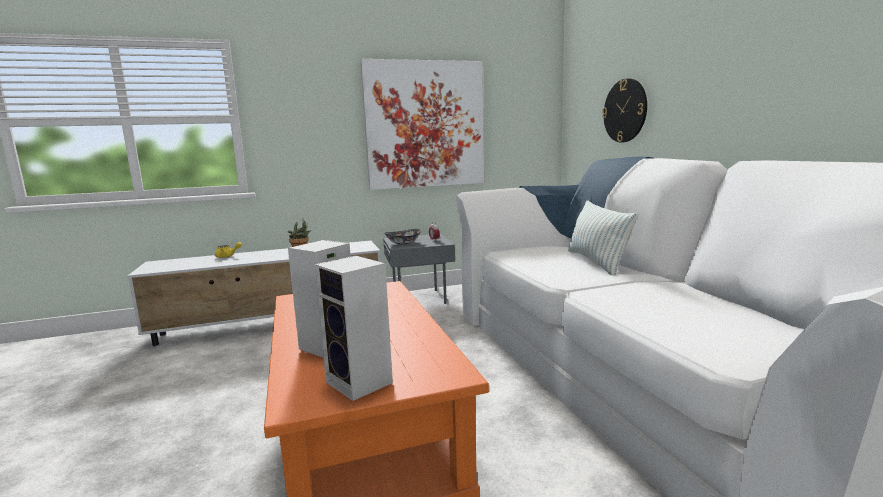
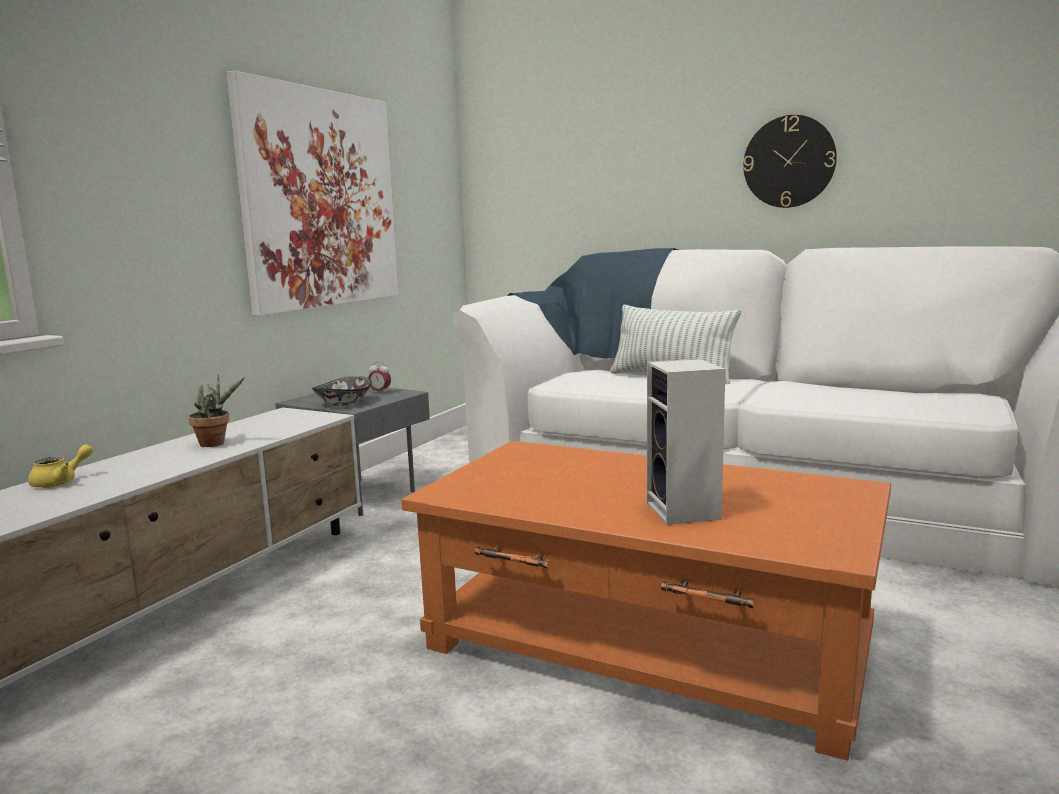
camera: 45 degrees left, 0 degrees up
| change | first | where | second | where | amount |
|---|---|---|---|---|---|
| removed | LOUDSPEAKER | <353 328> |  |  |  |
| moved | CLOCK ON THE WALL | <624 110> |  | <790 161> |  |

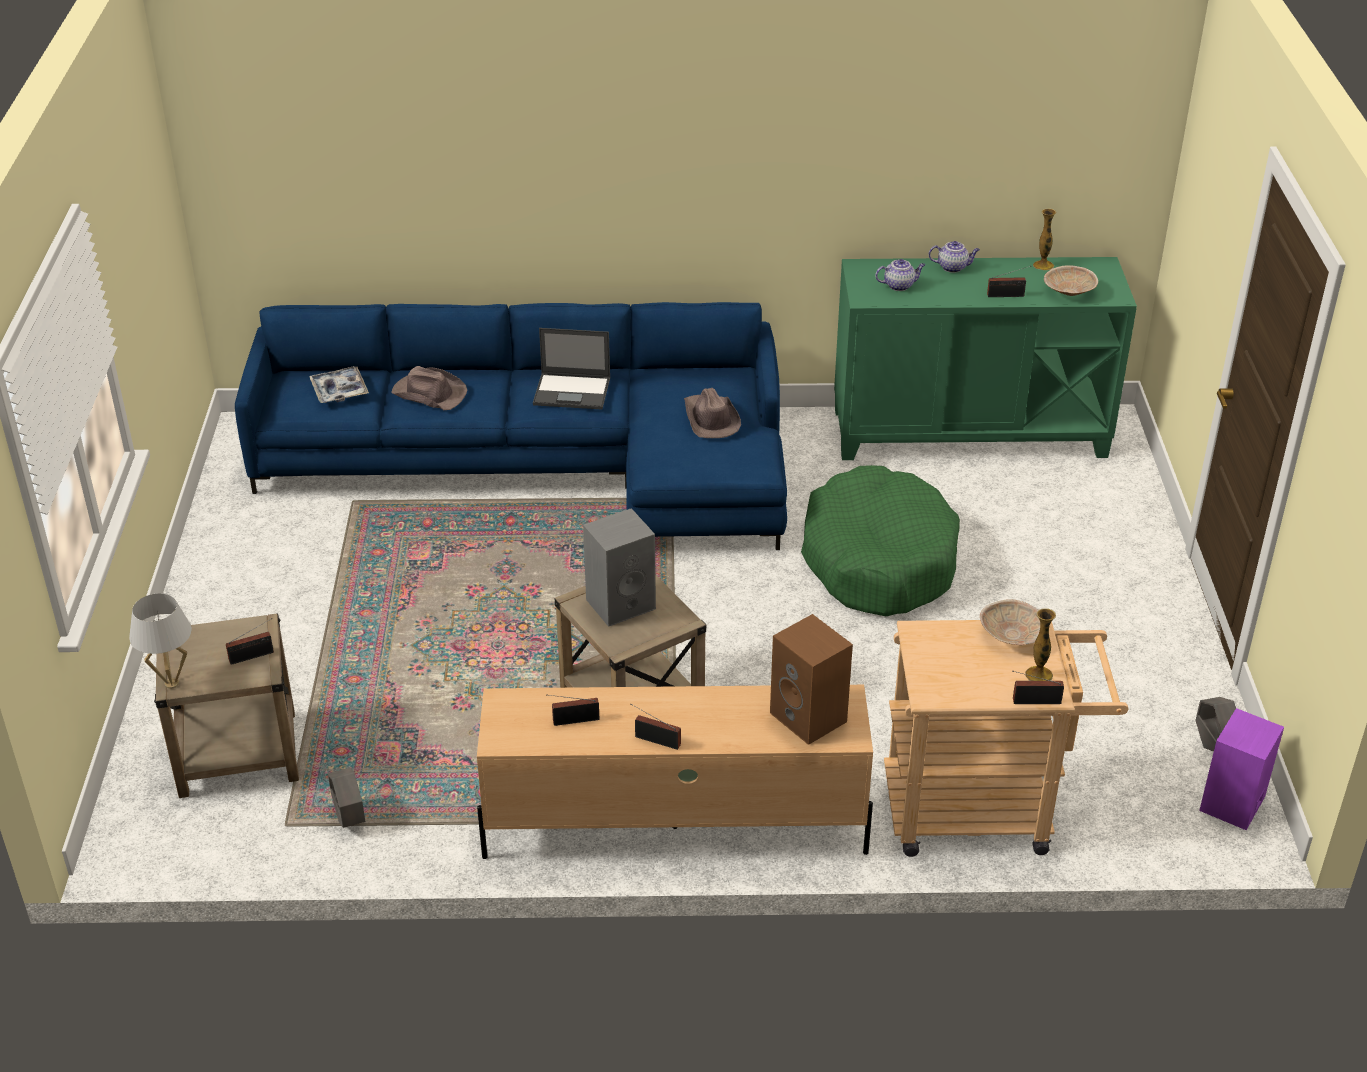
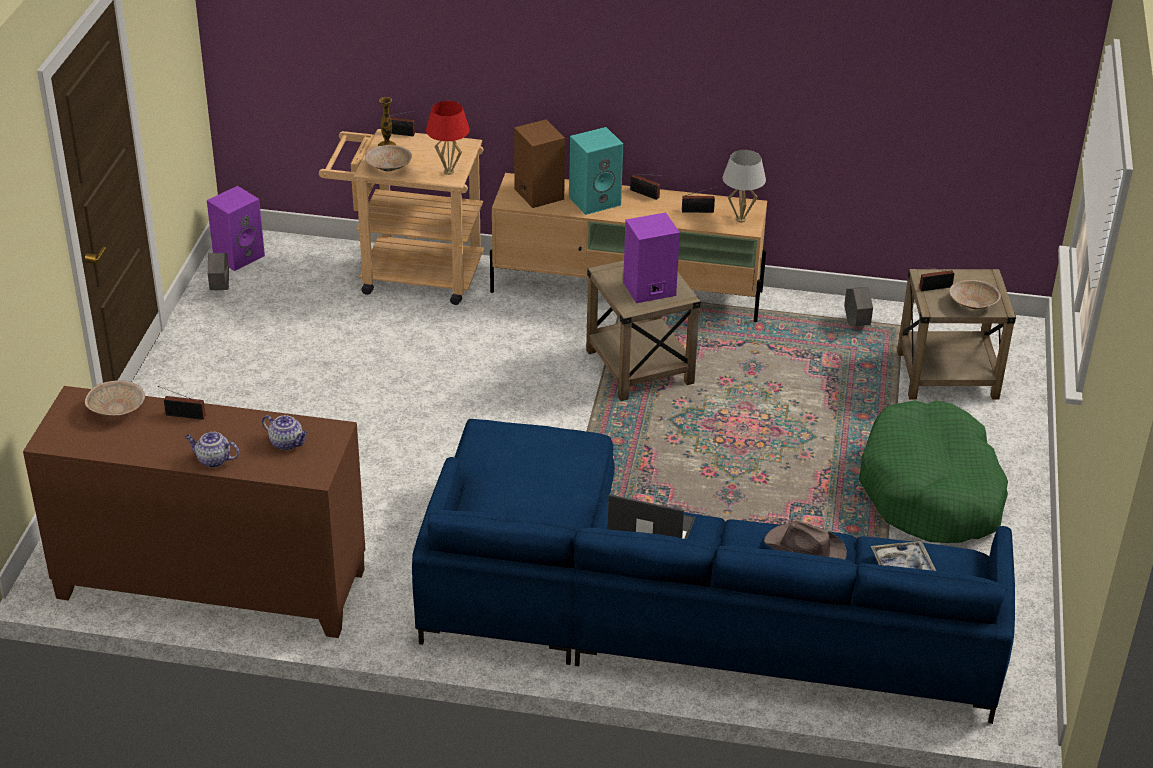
camera: 170 degrees left, 0 degrees up
| change | first | where | second | where | amount |
|---|---|---|---|---|---|
| moved | WHITISH TABLETOP LAMP | <160 641> |  | <744 186> |  |
| recoloured | GREY LOUDSPEAKER | <619 567> | PURPLISH LOUDSPEAKER | <651 257> |  |
| removed | BROWN CLOTHING HAT | <712 413> |  |  |  |
| moved | GREEN-COLOURED PET BED | <880 540> |  | <933 471> |  |
| recoloured | GREEN-COLOURED CABINET | <985 358> | BROWN CABINET | <194 512> |  |
| turned | TEA POT | <900 275> |  | <285 432> | 150 degrees counterclockwise |
| removed | DECORATIVE VASE | <1044 239> |  |  |  |
| added |  |  | RED TABLETOP LAMP | <448 138> |  |
| added |  |  | BLUE-GREEN LOUDSPEAKER | <596 171> |  |
| added |  |  | BEIGE-COLOURED BOWL | <975 294> |  |

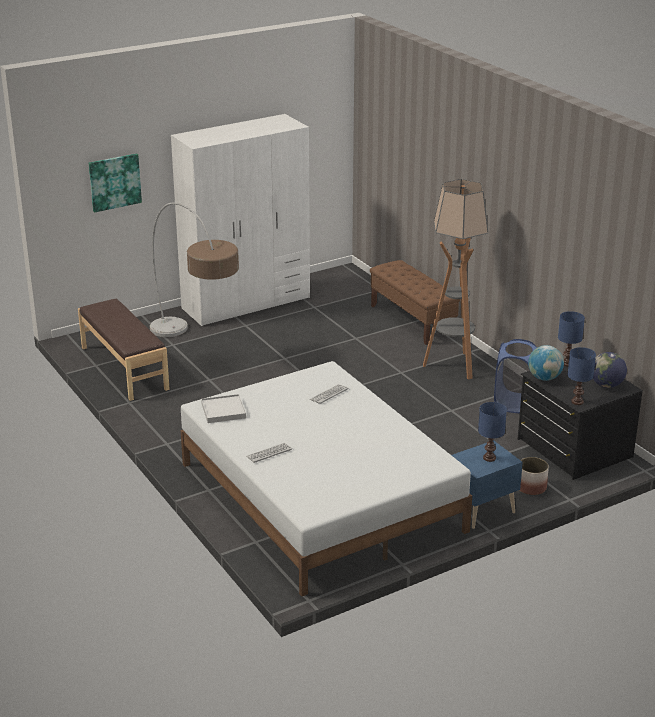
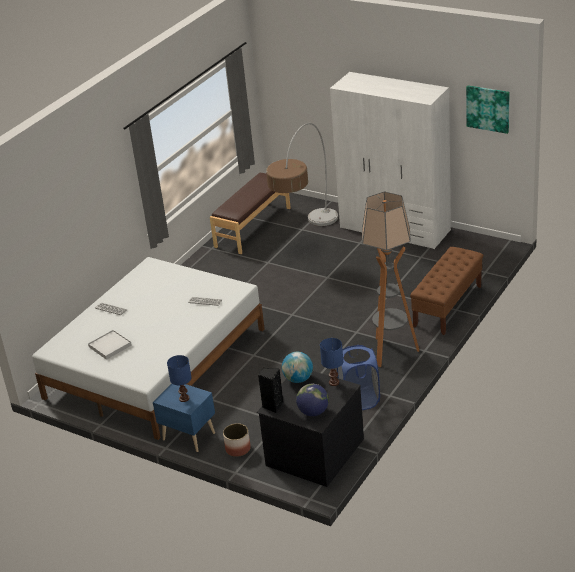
camera: 65 degrees right, 5 degrees up
| change | first | where | second | where | amount |
|---|---|---|---|---|---|
| moved | WALL PICTURE | <115 183> |  | <488 109> |  |
| moved | WHITISH SERVING TRAY | <223 408> |  | <110 345> |  |
| replaced | BLUE TABLETOP LAMP | <581 376> | BLACKISH LOUDSPEAKER | <270 390> |  |

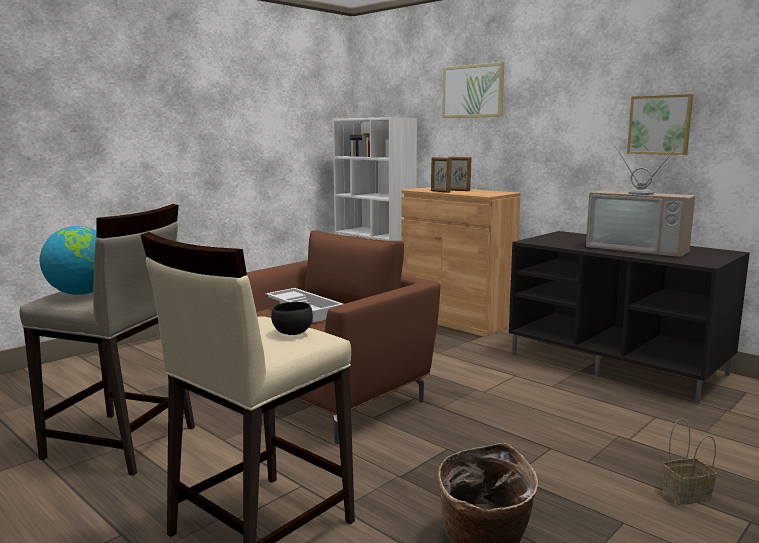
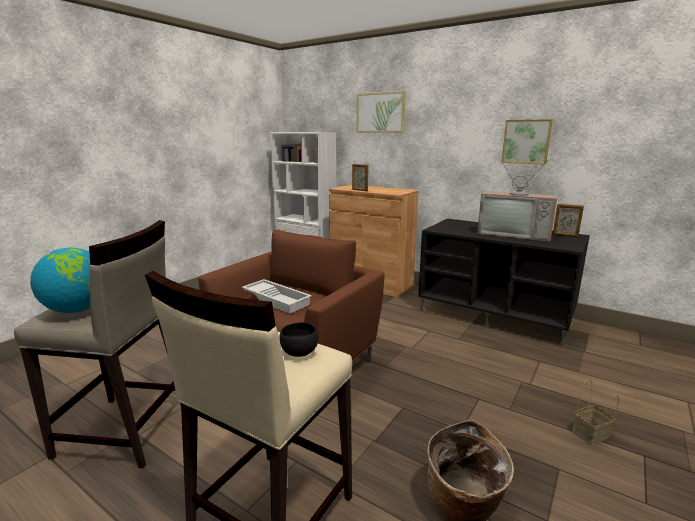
camera: 10 degrees left, 5 degrees up
| change | first | where | second | where | amount |
|---|---|---|---|---|---|
| moved | STANDING FRAME | <459 174> |  | <568 220> |  |

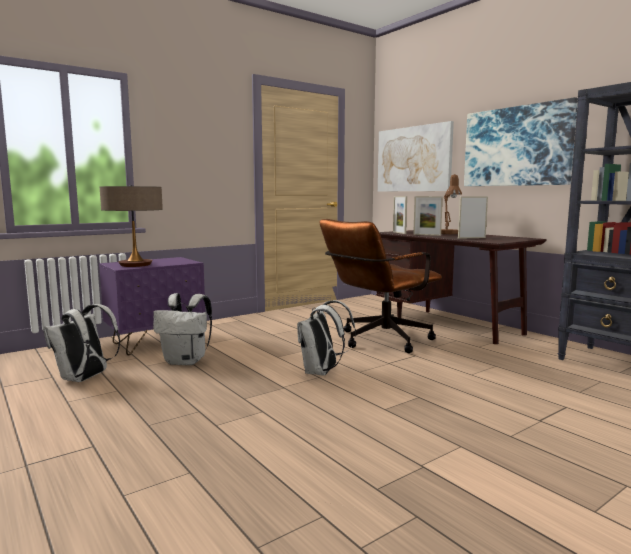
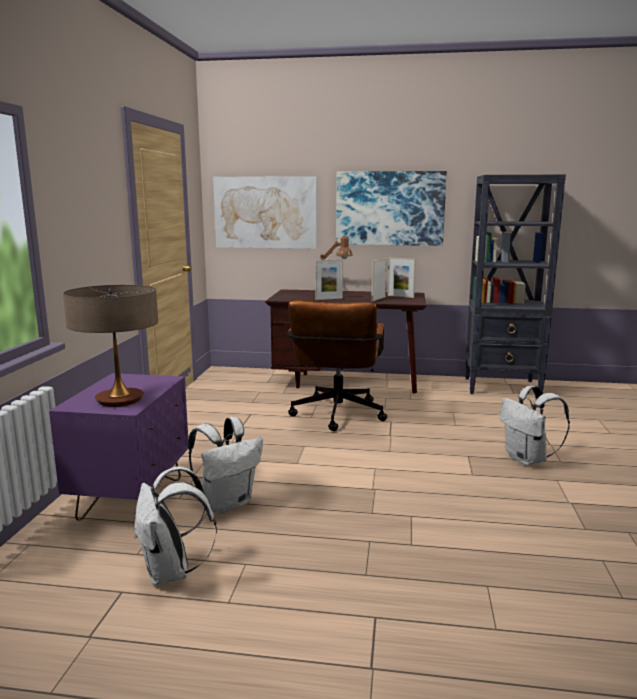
camera: 45 degrees left, 5 degrees up
| change | first | where | second | where | amount |
|---|---|---|---|---|---|
| moved | WHITISH BACKPACK | <326 338> |  | <535 425> |  |
| moved | STANDING FRAME | <400 215> |  | <401 277> |  |

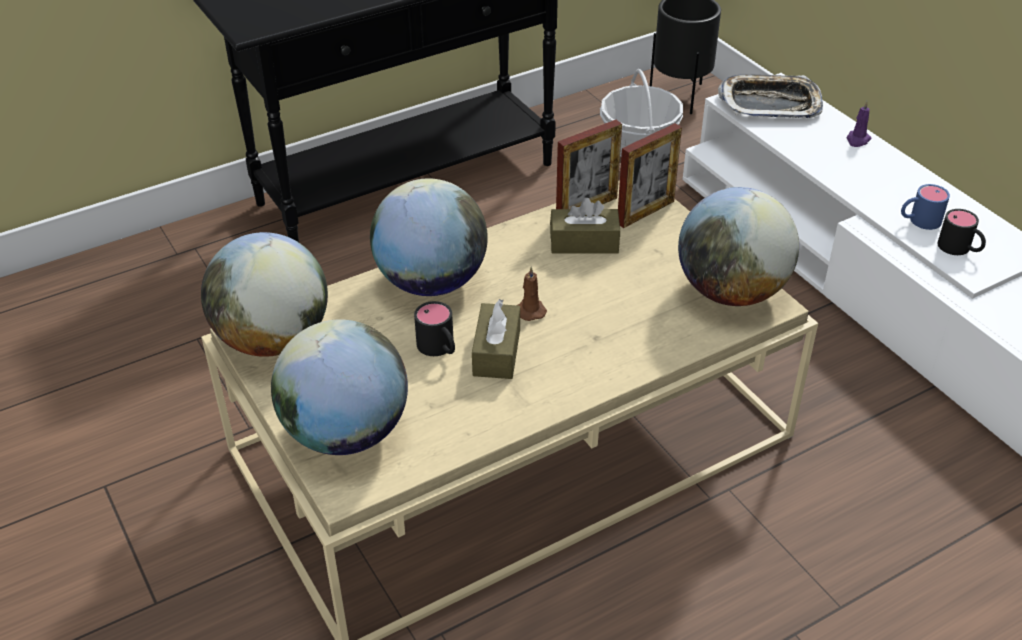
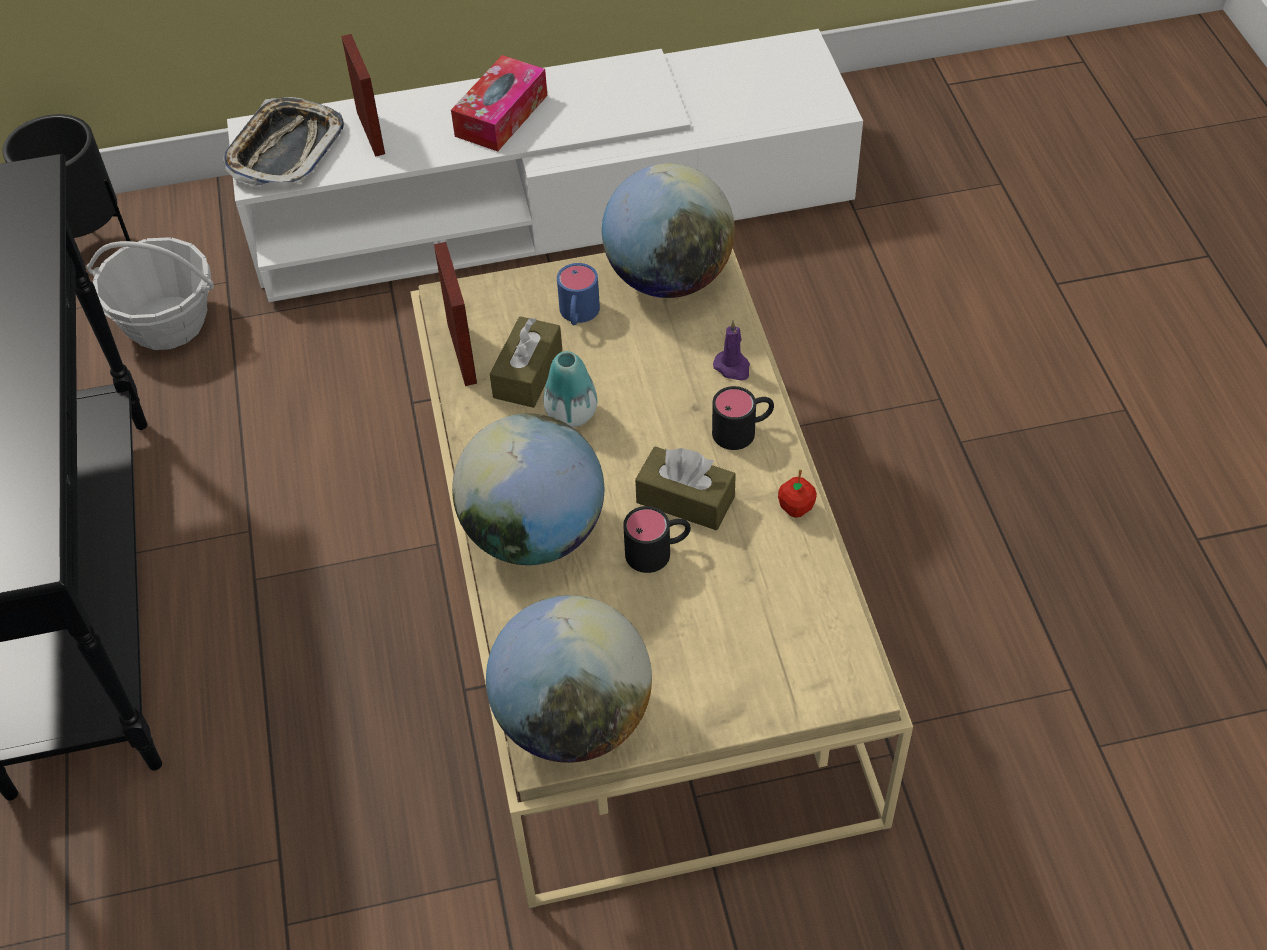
camera: 70 degrees left, 10 degrees up
| change | first | where | second | where | amount |
|---|---|---|---|---|---|
| removed | GLOBE | <339 387> |  |  |  |
| removed | BROWN CANDLE | <532 293> |  |  |  |
| moved | STANDING FRAME | <650 175> |  | <363 95> |  |
| moved | PURPLISH CANDLE | <859 124> |  | <731 350> |  |
| moved | BLUE TEA MUG | <925 207> |  | <578 294> |  |
| moved | BLACKISH TEA MUG | <961 232> |  | <743 418> |  |
| added |  |  | TISSUE HOLDER | <499 103> |  |
| added |  |  | DECORATIVE VASE | <570 389> |  |
| added |  |  | APPLE | <797 494> |  |

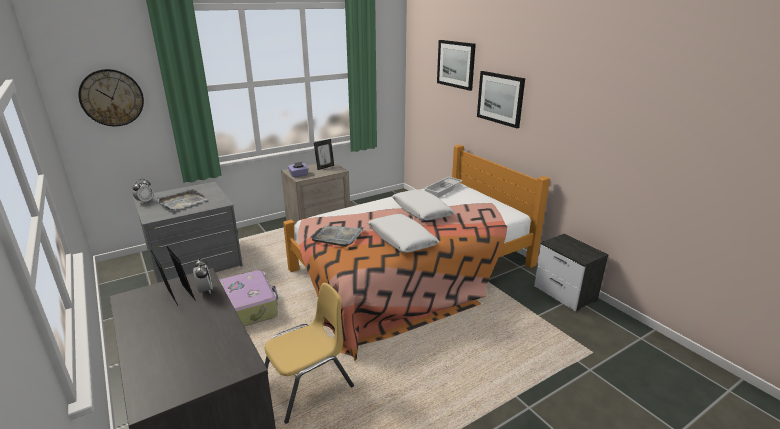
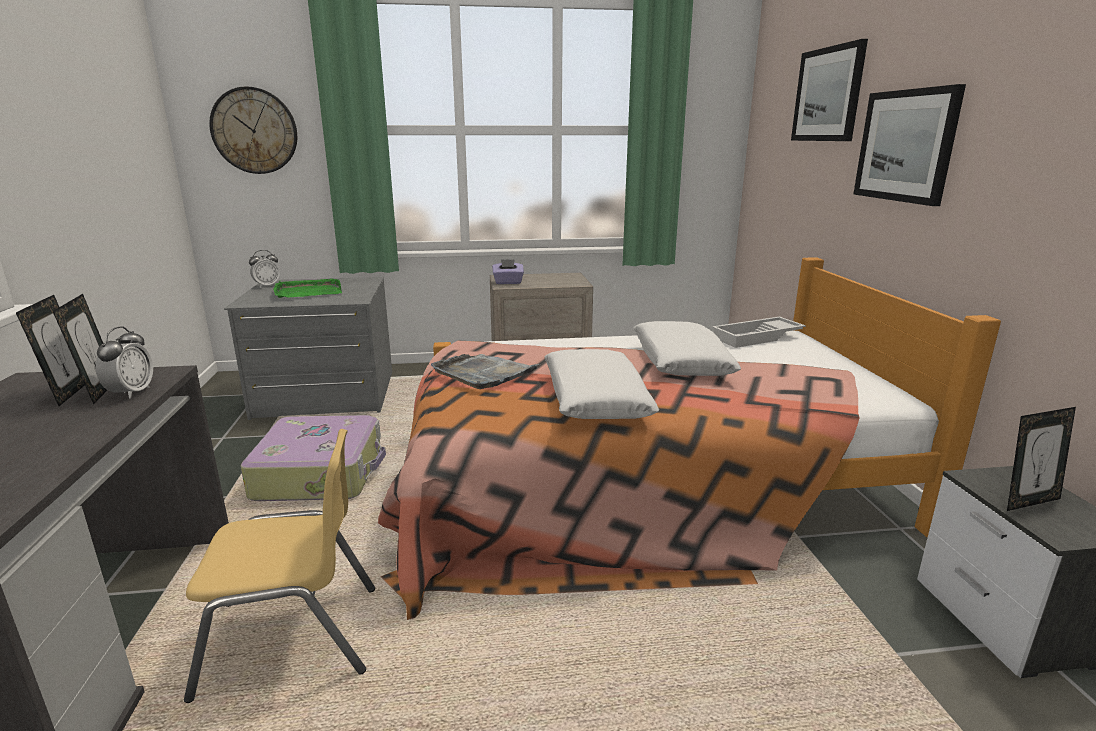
camera: 25 degrees right, 5 degrees down
| change | first | where | second | where | amount |
|---|---|---|---|---|---|
| recoloured | GREY SERVING TRAY | <182 200> | GREEN-COLOURED SERVING TRAY | <307 288> |  |
| moved | STANDING FRAME | <324 154> |  | <1041 459> |  |

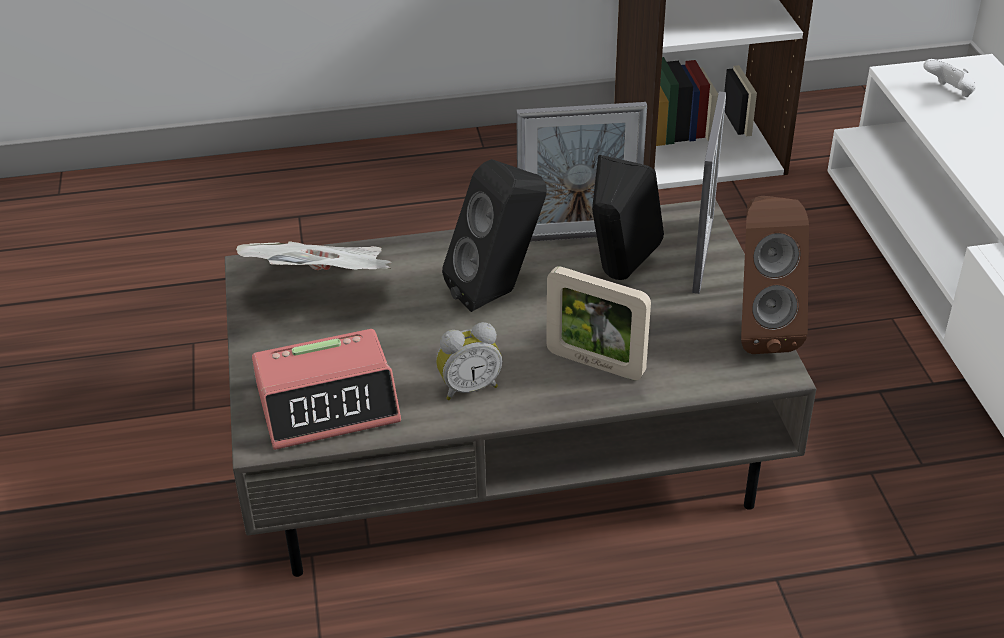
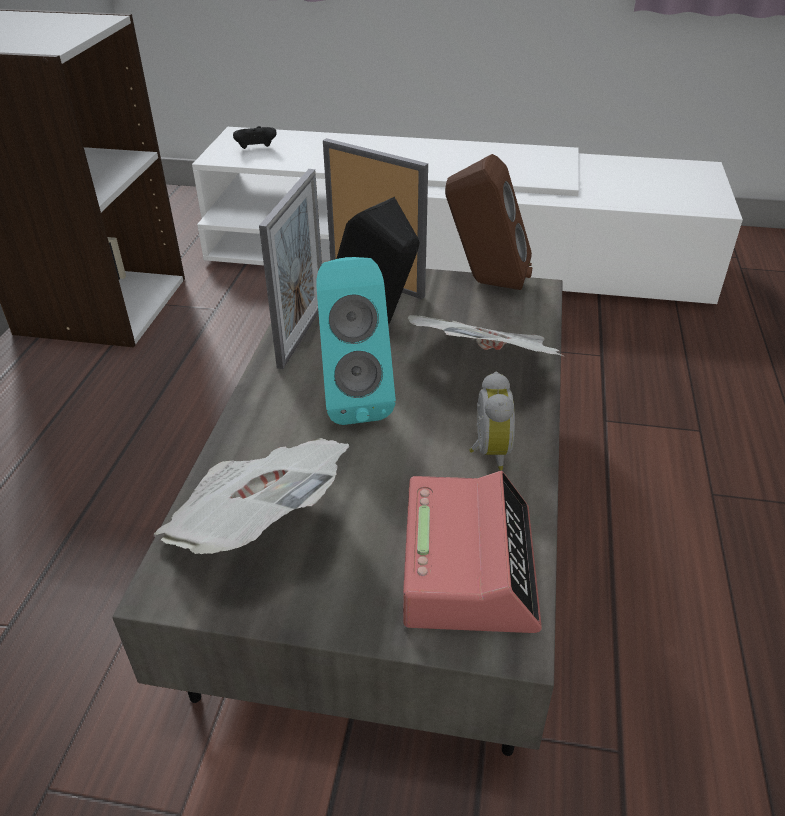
camera: 70 degrees left, 0 degrees up
| change | first | where | second | where | amount |
|---|---|---|---|---|---|
| recoloured | BLACKISH LOUDSPEAKER | <494 235> | BLUE-GREEN LOUDSPEAKER | <356 341> |  |
| replaced | STANDING FRAME | <598 323> | DAILY PAPER | <485 335> |  |
| recoloured | WHITISH GAMEPAD | <949 78> | BLACKISH GAMEPAD | <255 137> |  |

